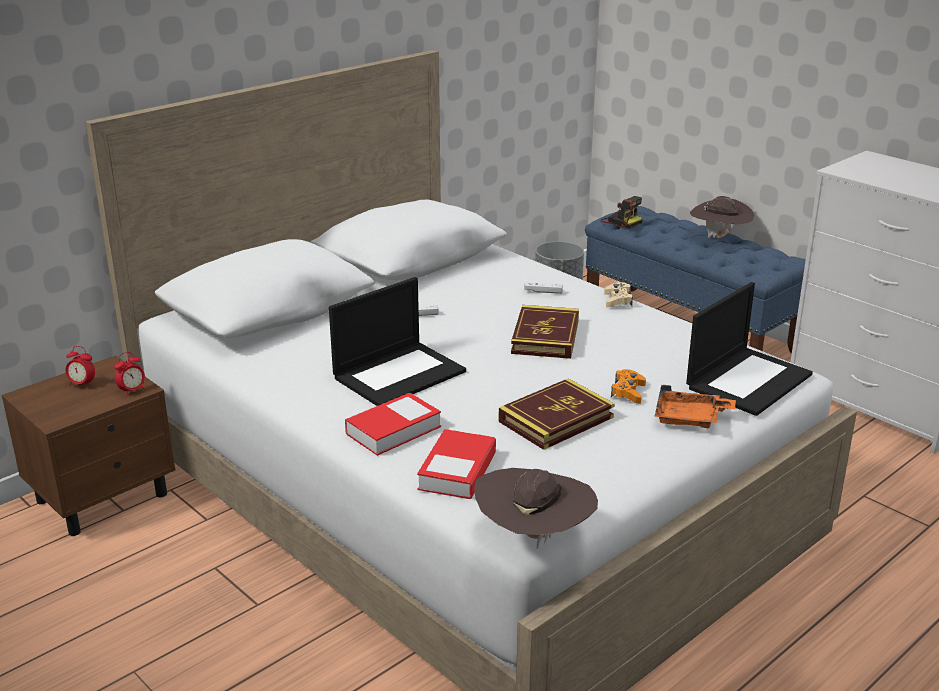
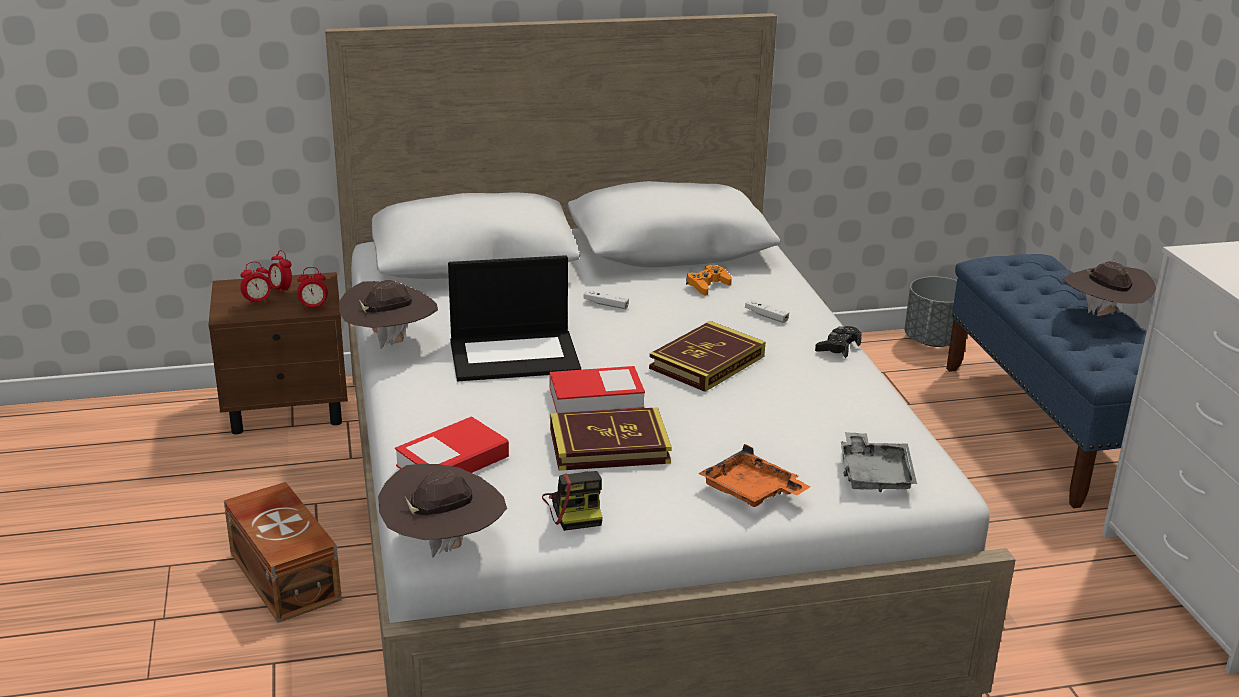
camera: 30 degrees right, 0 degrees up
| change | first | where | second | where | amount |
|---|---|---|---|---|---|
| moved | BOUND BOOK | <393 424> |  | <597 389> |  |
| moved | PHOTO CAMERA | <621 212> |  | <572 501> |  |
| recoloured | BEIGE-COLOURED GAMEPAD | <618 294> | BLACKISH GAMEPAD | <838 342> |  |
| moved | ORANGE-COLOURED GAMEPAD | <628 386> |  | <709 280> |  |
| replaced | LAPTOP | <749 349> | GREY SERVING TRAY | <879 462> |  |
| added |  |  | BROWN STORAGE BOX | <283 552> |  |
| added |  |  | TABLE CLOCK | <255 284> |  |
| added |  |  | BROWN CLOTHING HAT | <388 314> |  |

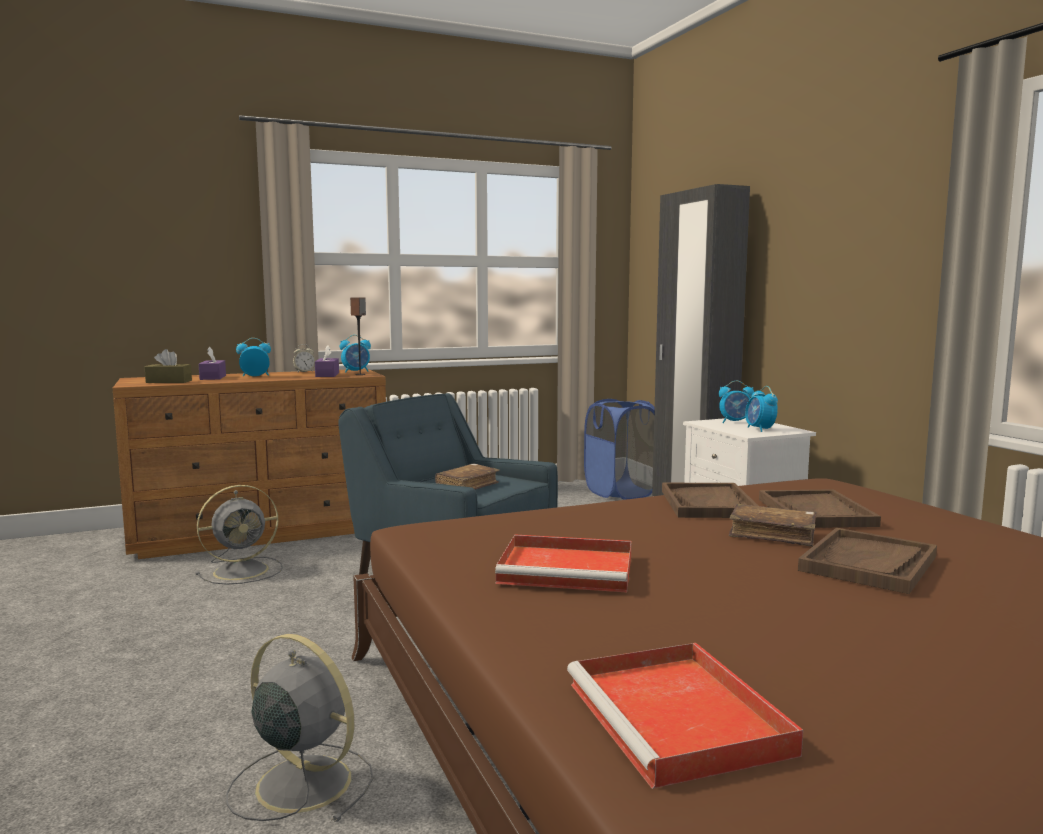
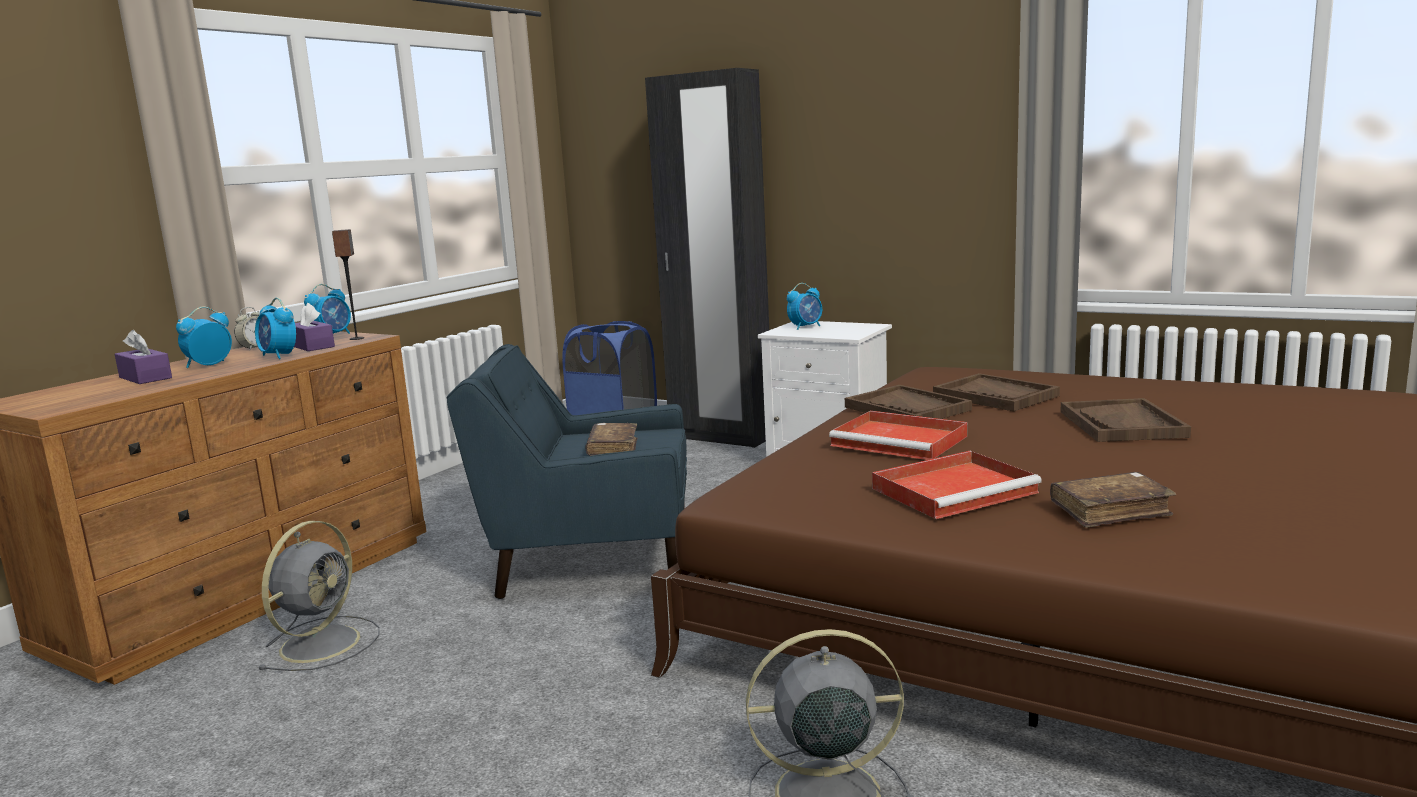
camera: 35 degrees left, 5 degrees up
| change | first | where | second | where | amount |
|---|---|---|---|---|---|
| removed | BROWN TISSUE HOLDER | <168 366> |  |  |  |
| moved | RED SERVING TRAY | <685 716> |  | <898 435> |  |
| moved | BROWN BOUND BOOK | <773 525> |  | <1113 500> |  |
| moved | TABLE CLOCK | <761 409> |  | <275 328> |  |

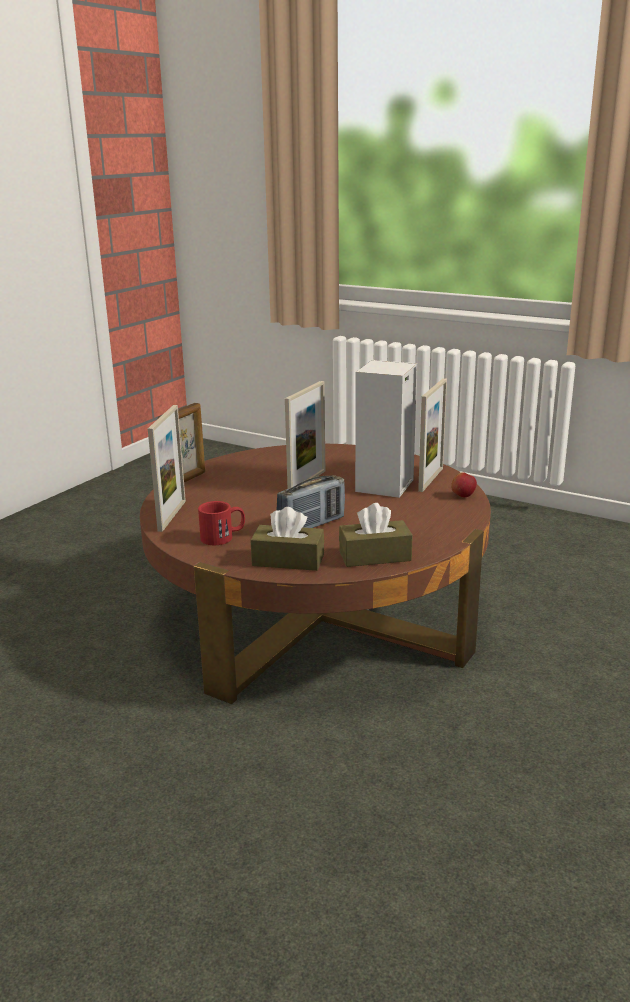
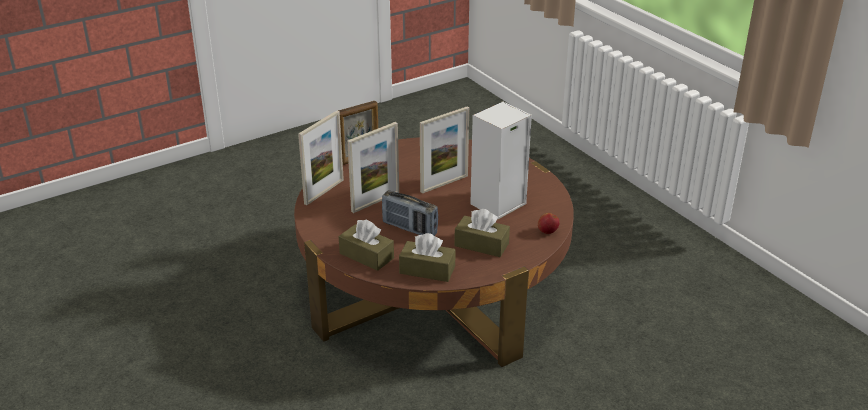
camera: 25 degrees right, 10 degrees up
| change | first | where | second | where | amount |
|---|---|---|---|---|---|
| removed | RED TEA MUG | <221 523> |  |  |  |
| turned | RADIO SET | <311 501> |  | <410 213> | 45 degrees clockwise |
| moved | STANDING FRAME | <432 435> |  | <373 167> |  |
| added |  |  | BROWN TISSUE HOLDER | <482 233> |  |

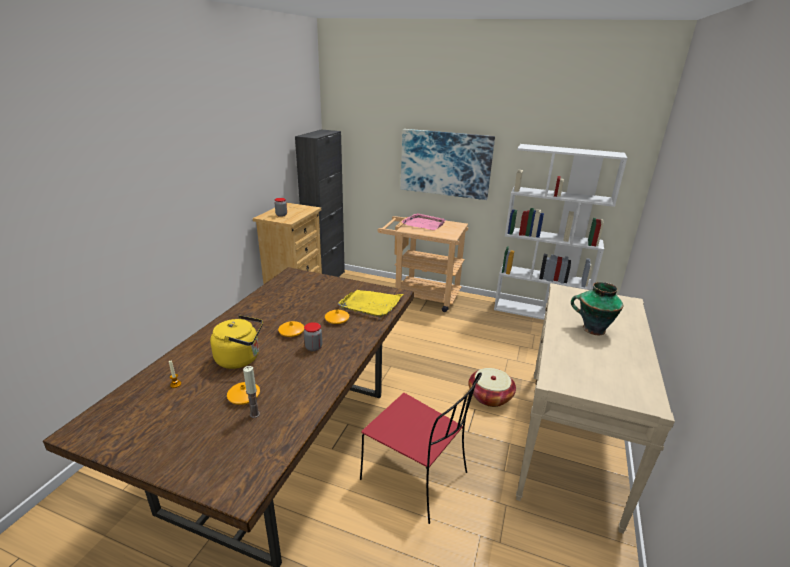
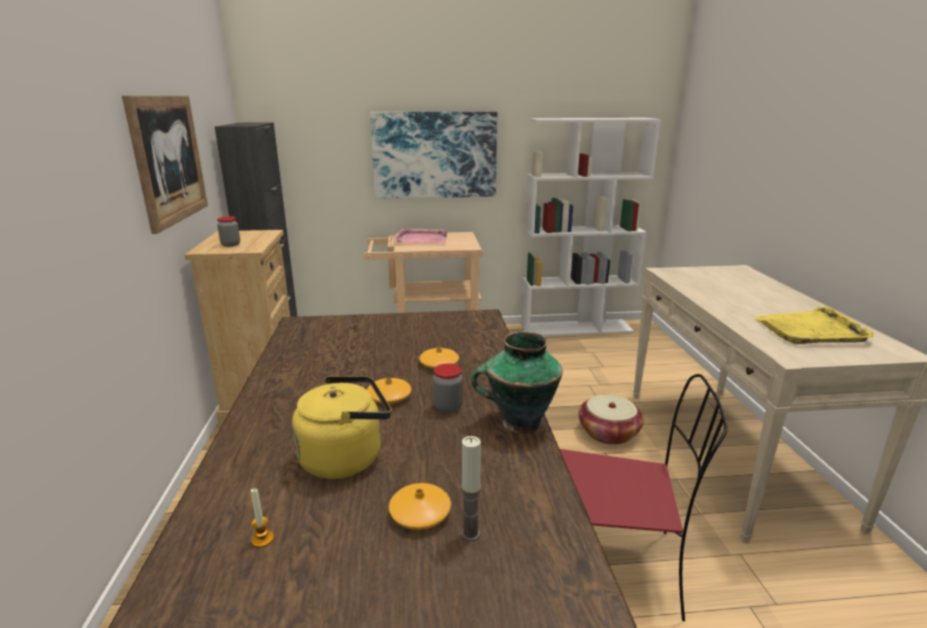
camera: 25 degrees left, 5 degrees down
| change | first | where | second | where | amount |
|---|---|---|---|---|---|
| moved | YELLOW SERVING TRAY | <370 303> |  | <814 325> |  |
| moved | DECORATIVE VASE | <597 308> |  | <517 383> |  |
| added |  |  | WALL PICTURE | <165 165> |  |

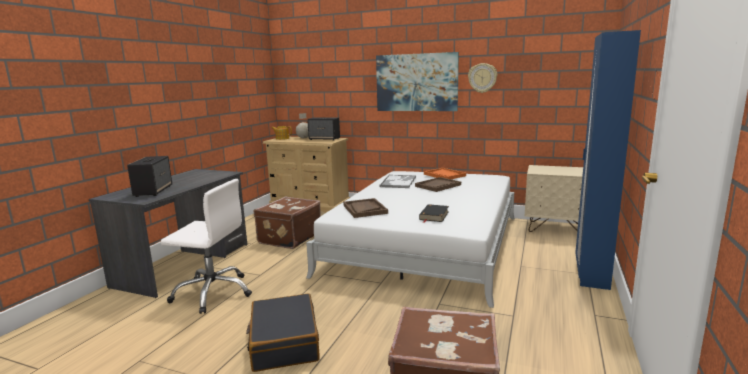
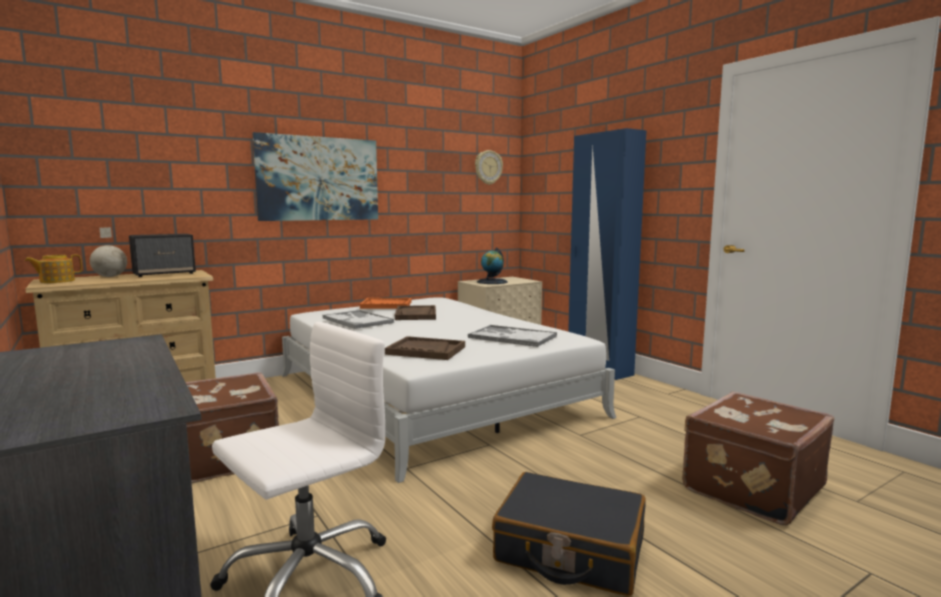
camera: 55 degrees left, 5 degrees down
| change | first | where | second | where | amount |
|---|---|---|---|---|---|
| removed | LOUDSPEAKER | <149 176> |  |  |  |
| replaced | BLACKISH BOUND BOOK | <434 213> | SERVING TRAY | <512 336> |  |
| moved | CLOCK ON THE WALL | <482 78> |  | <489 167> |  |
| added |  |  | GLOBE | <492 266> |  |

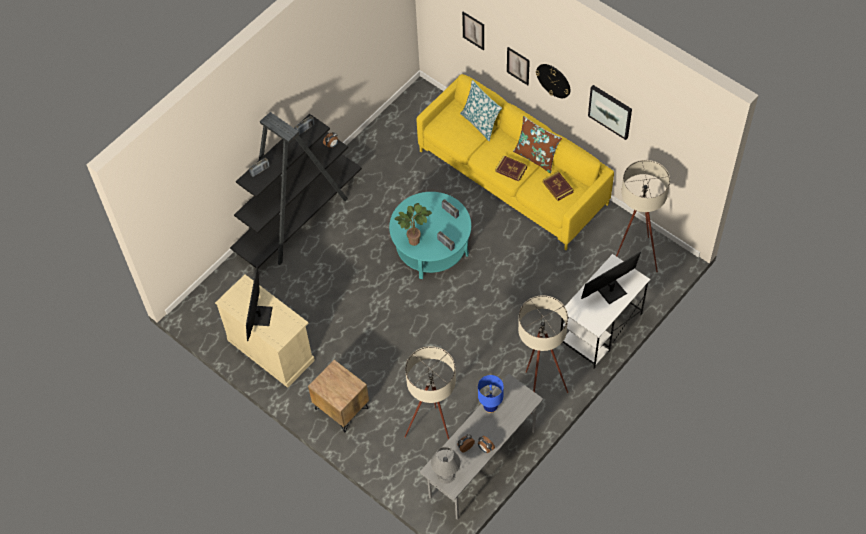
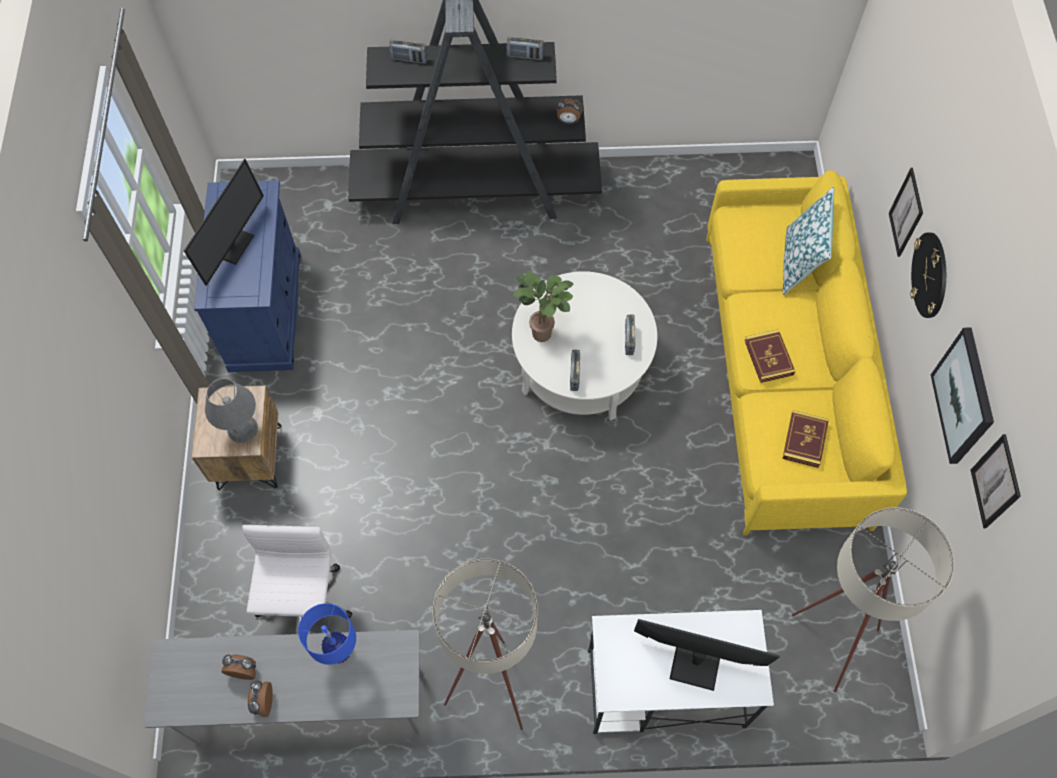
camera: 45 degrees right, 5 degrees up
| change | first | where | second | where | amount |
|---|---|---|---|---|---|
| recoloured | BEIGE-COLOURED CABINET | <265 331> | BLUE CABINET | <247 276> |  |
| turned | MONITOR | <259 303> |  | <224 222> | 150 degrees clockwise |
| recoloured | BLUE-GREEN LOUNGE TABLE | <430 235> | WHITISH LOUNGE TABLE | <584 346> |  |
| replaced | BEIGE-COLOURED STANDING LAMP | <430 393> | WHITISH DESK CHAIR | <297 579> |  |
| moved | GREY TABLETOP LAMP | <446 465> |  | <231 410> |  |
| moved | WALL PICTURE | <473 31> |  | <996 481> |  |
| removed | BROWN CUSHION | <537 145> |  |  |  |

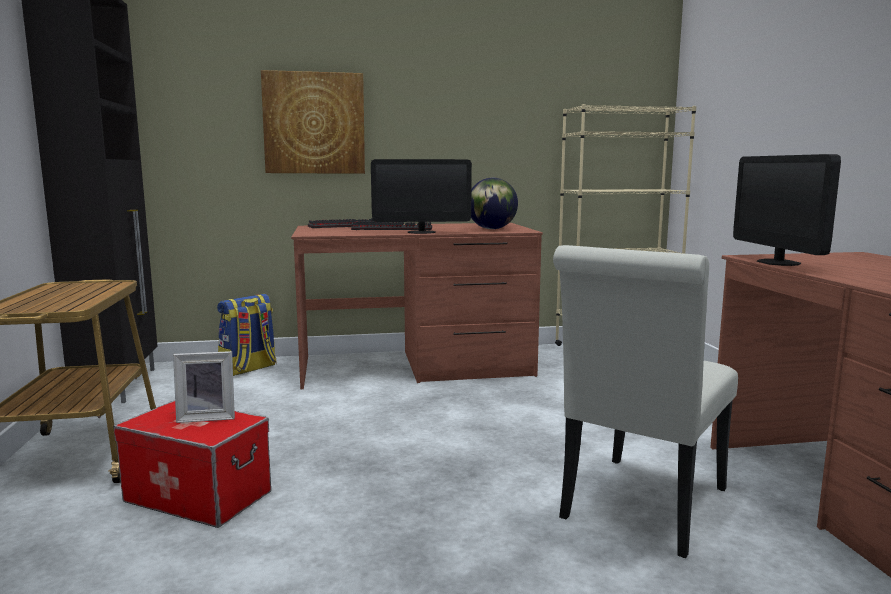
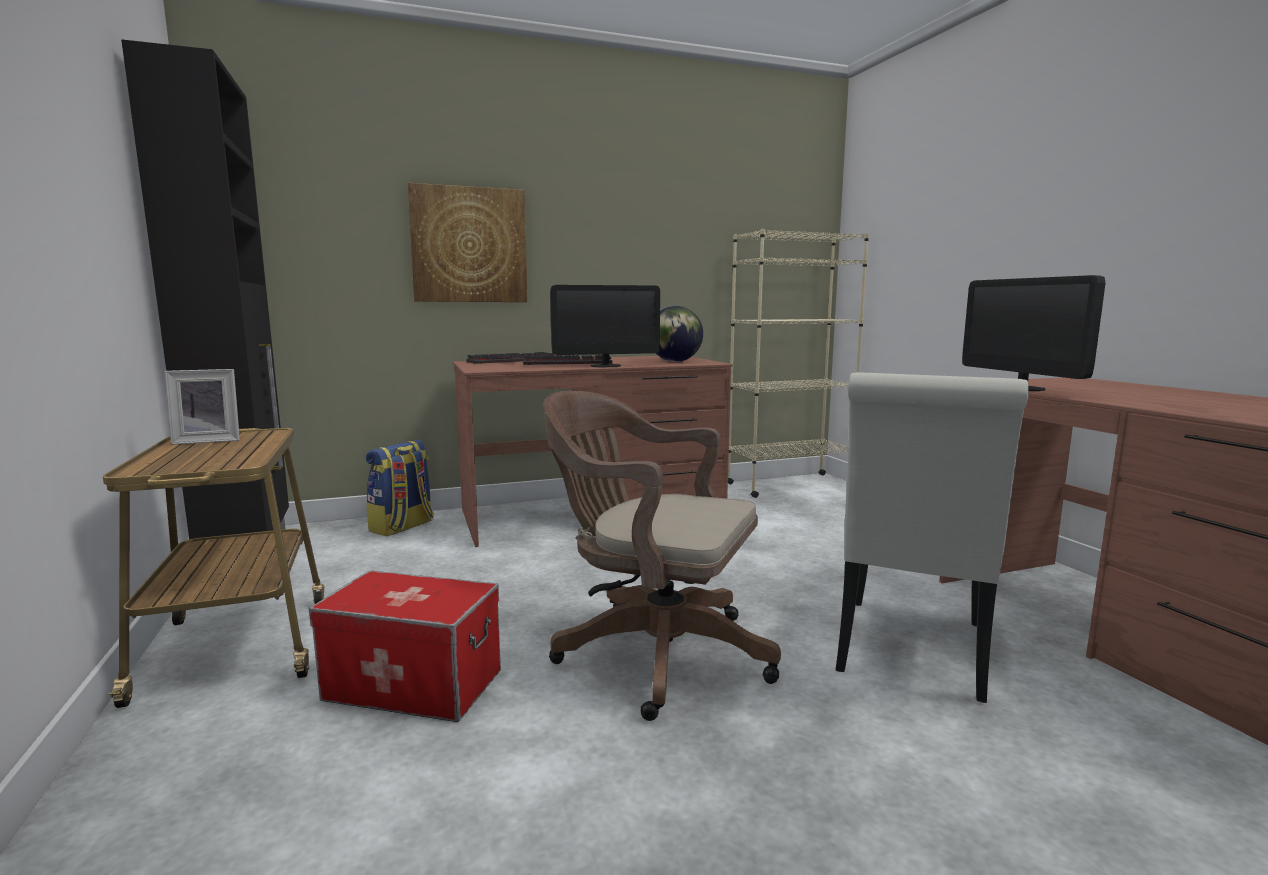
camera: 10 degrees left, 0 degrees up
| change | first | where | second | where | amount |
|---|---|---|---|---|---|
| moved | STANDING FRAME | <204 387> |  | <202 407> |  |
| added |  |  | BROWN DESK CHAIR | <662 556> |  |

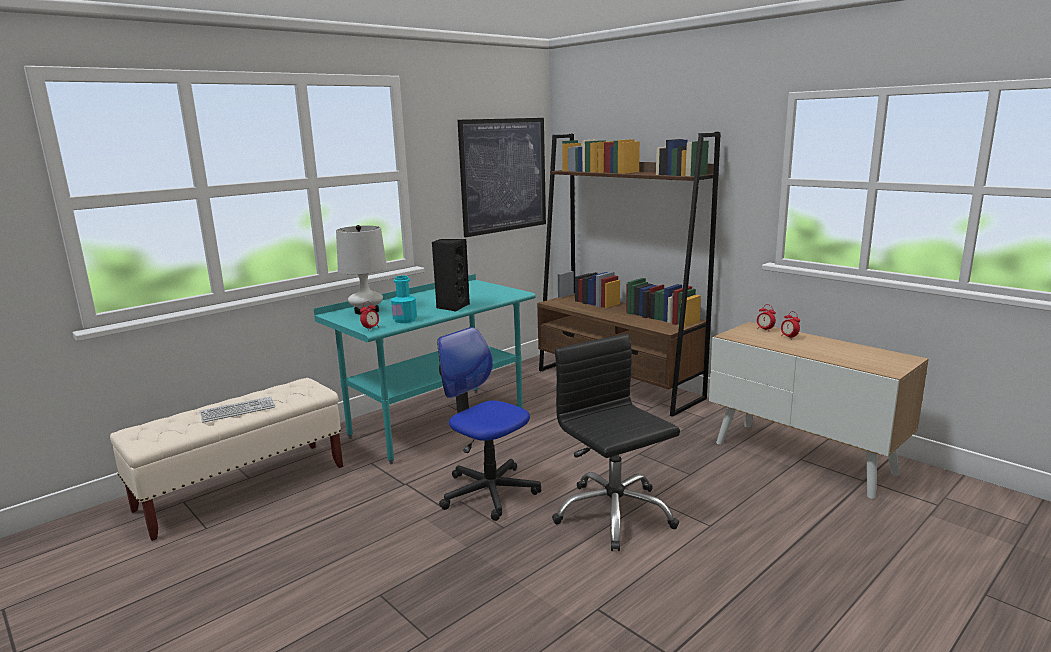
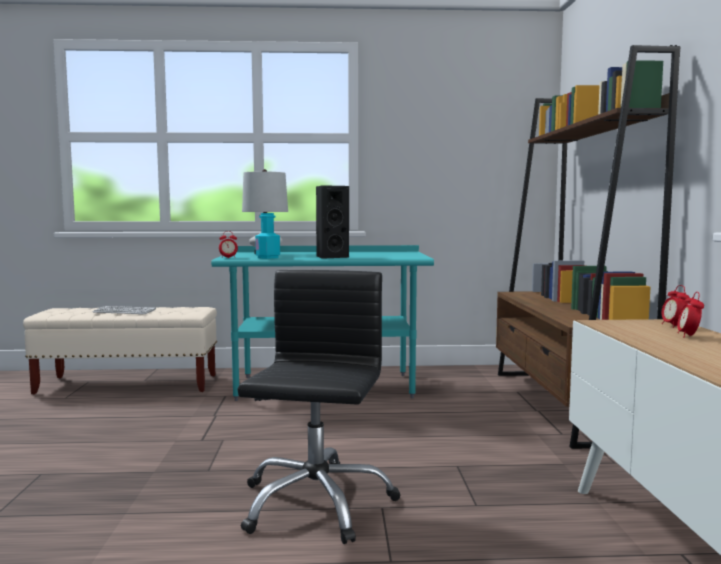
camera: 40 degrees right, 10 degrees down
| change | first | where | second | where | amount |
|---|---|---|---|---|---|
| removed | DESK CHAIR | <489 424> |  |  |  |
| removed | WALL PICTURE | <502 177> |  |  |  |

